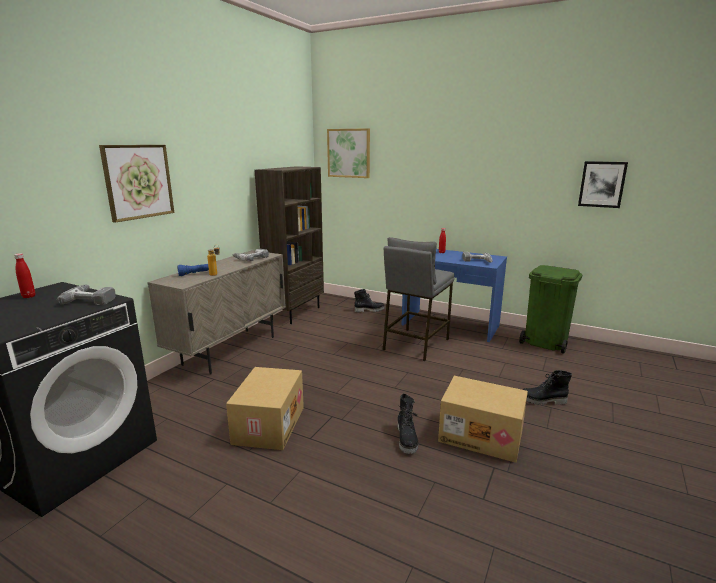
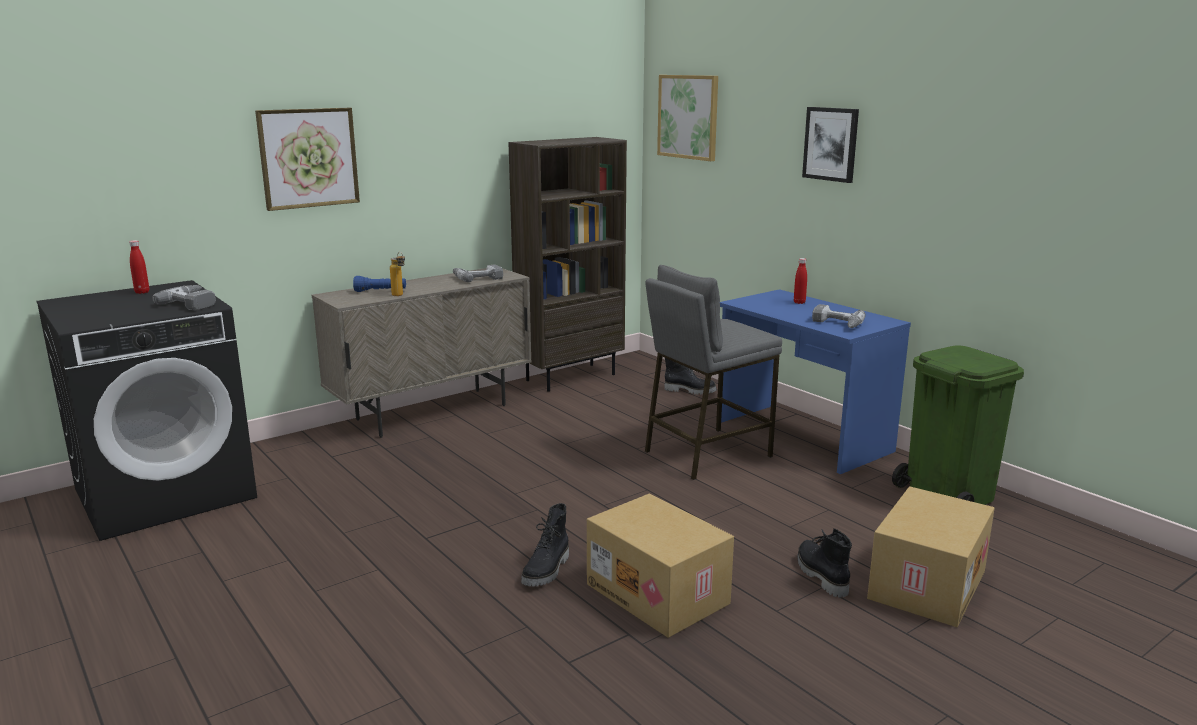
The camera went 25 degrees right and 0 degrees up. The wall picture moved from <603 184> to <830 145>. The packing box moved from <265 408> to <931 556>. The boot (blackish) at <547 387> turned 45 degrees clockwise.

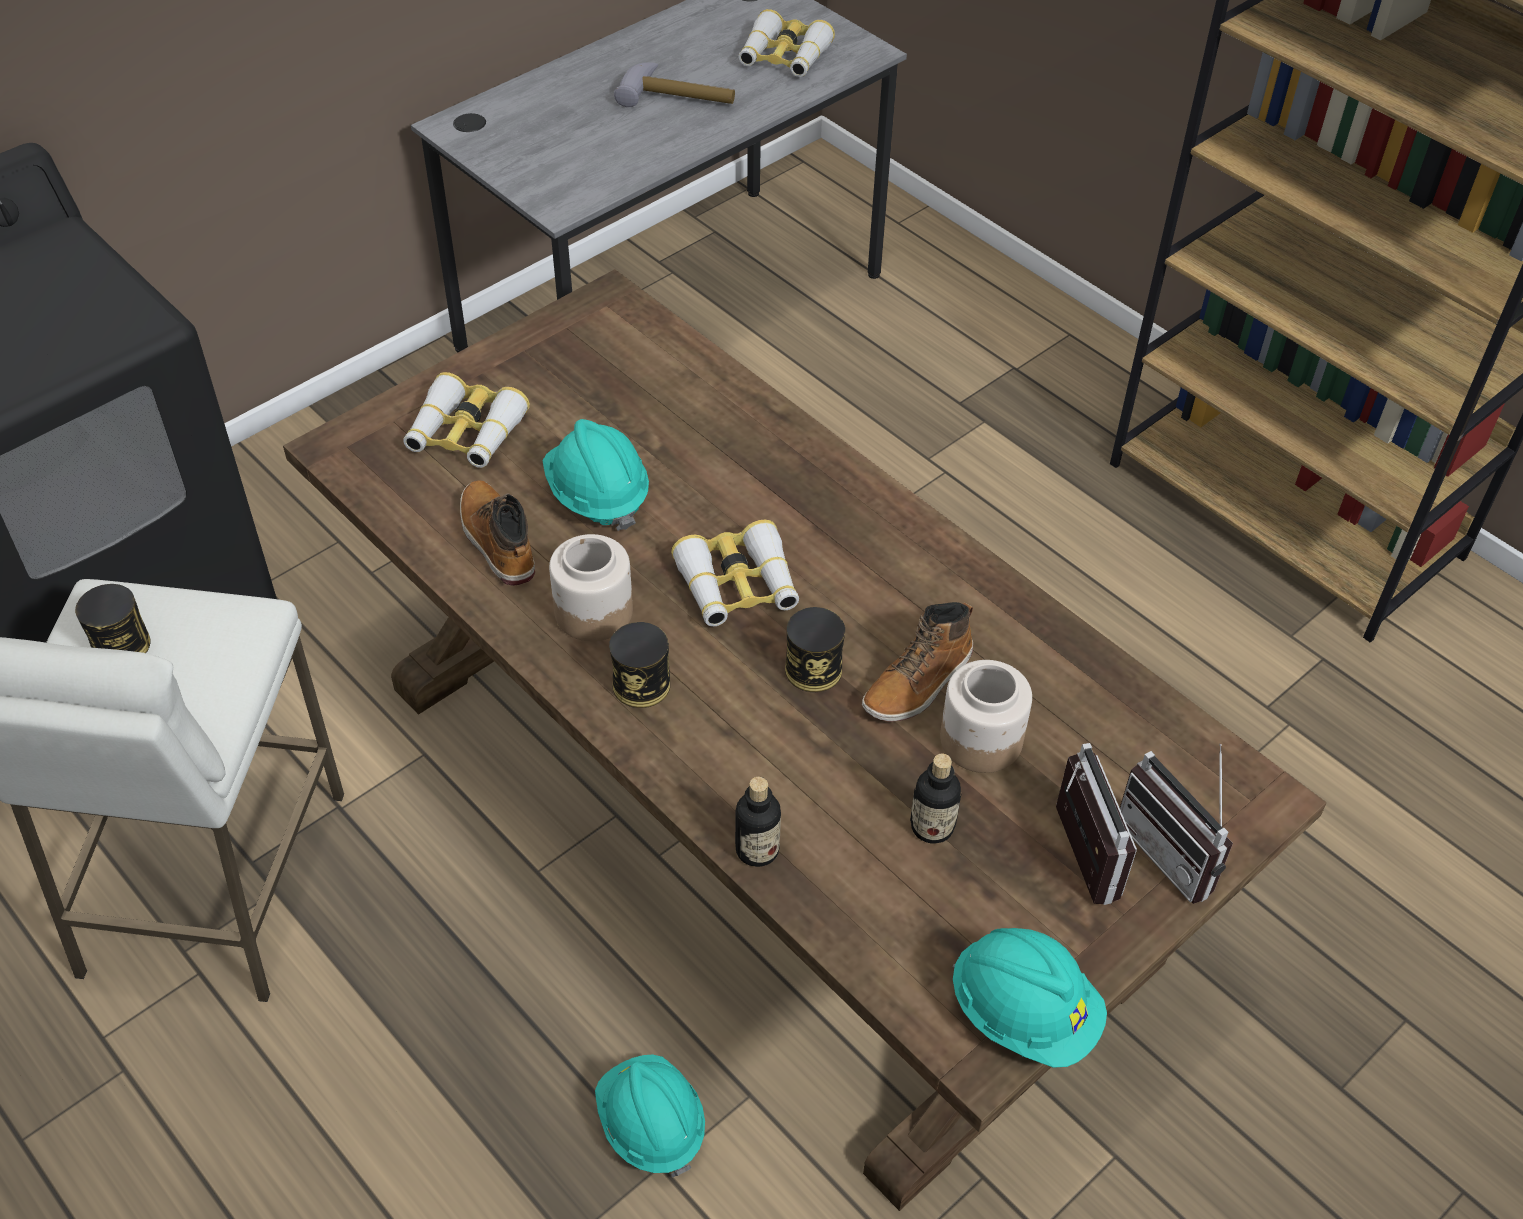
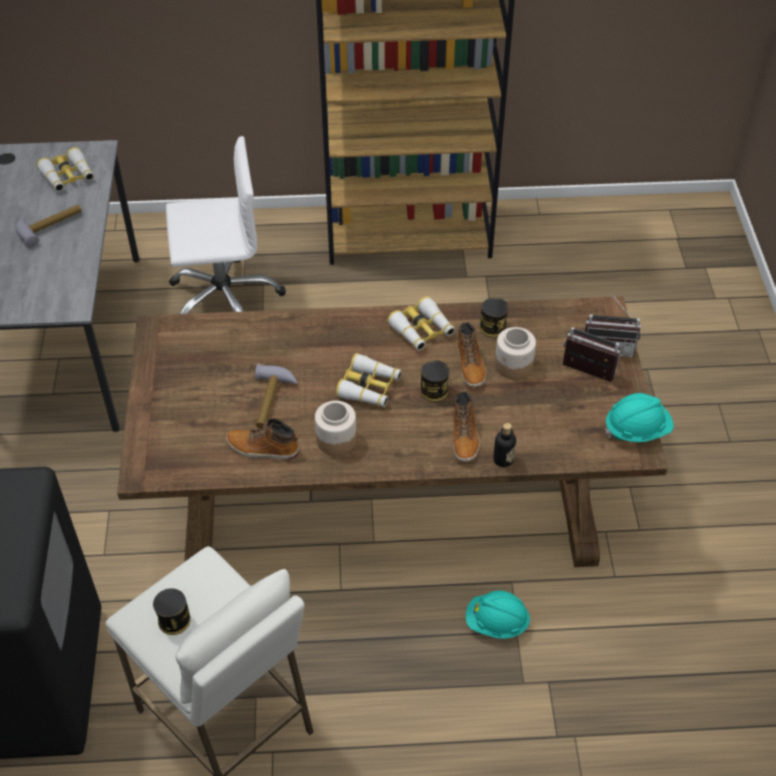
The camera went 50 degrees left and 0 degrees up. The binoculars moved from <467 420> to <421 323>. The work helmet (turquoise-coloured) at <596 475> was replaced by the hammer at <276 395>. The can moved from <639 665> to <494 317>. The beverage bottle at <936 798> disappeared. The computer chair (whitish) at <226 225> appeared. The boot at <466 426> appeared.

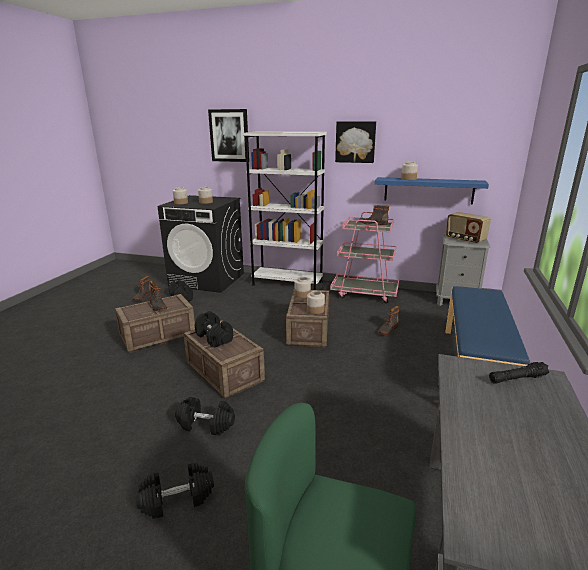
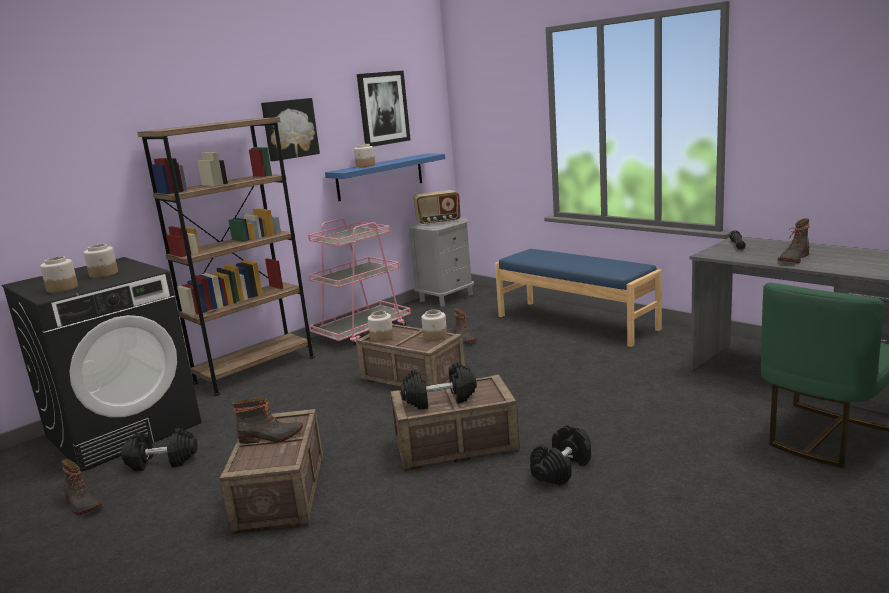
The camera went 60 degrees left and 5 degrees down. The wall picture moved from <228 135> to <384 108>. The bookcase (whitish) at <285 210> became the bookcase (brown) at <226 256>. The boot moved from <374 215> to <793 240>. The hand weight (blackish) at <175 491> disappeared.

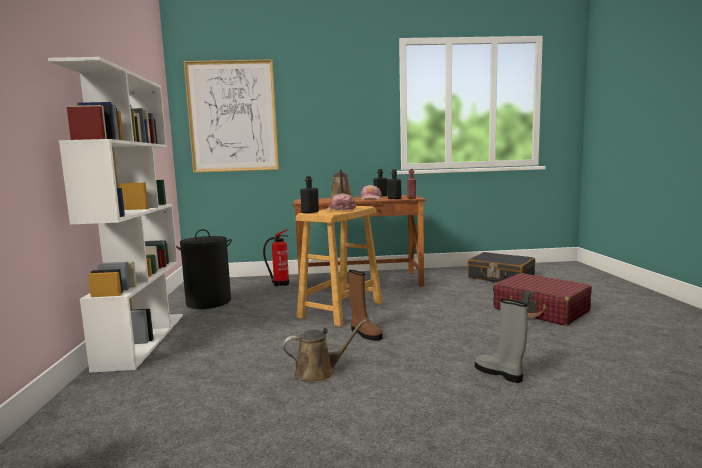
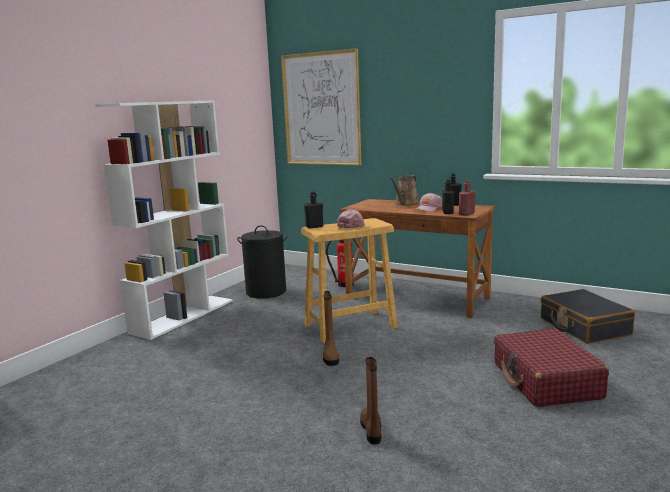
The camera went 35 degrees right and 5 degrees up. The boot (gray) at <501 341> became the boot (brown) at <370 400>. The watering can (brown) at <325 351> disappeared.

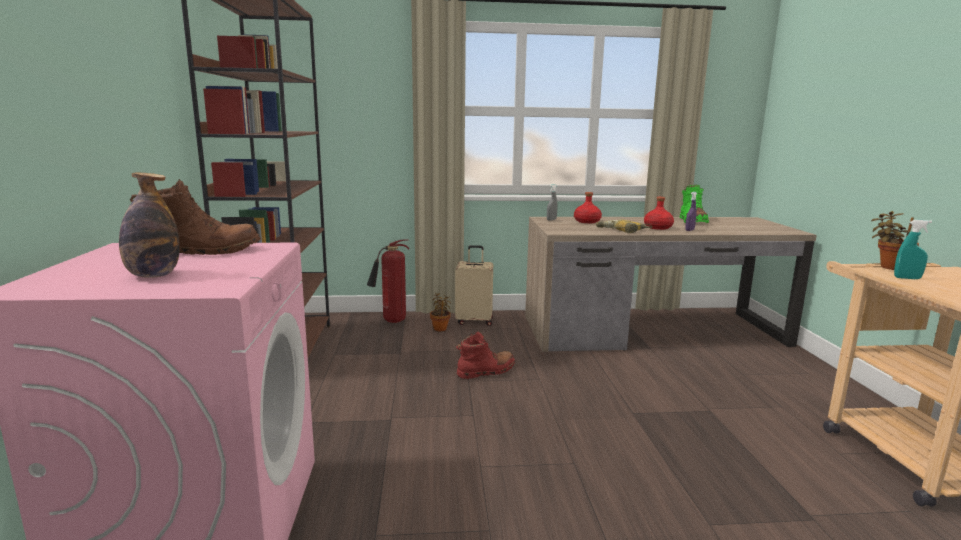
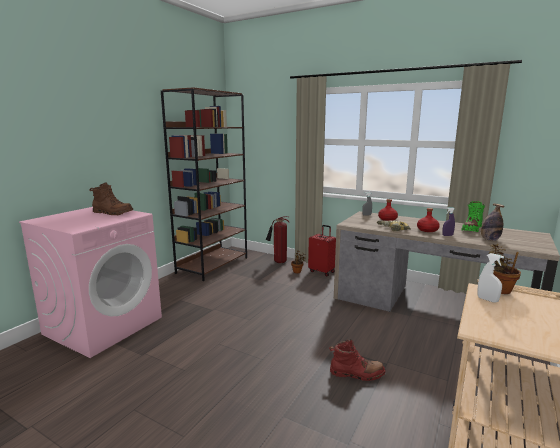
The camera went 35 degrees right and 0 degrees up. The beverage bottle moved from <149 225> to <492 222>. The sprayer (turquoise-coloured) at <913 249> became the sprayer (whitish) at <491 278>. The travel case (beige-coloured) at <474 285> became the travel case (red-coloured) at <322 250>. The boot (red-coloured) moved from <485 355> to <357 360>.

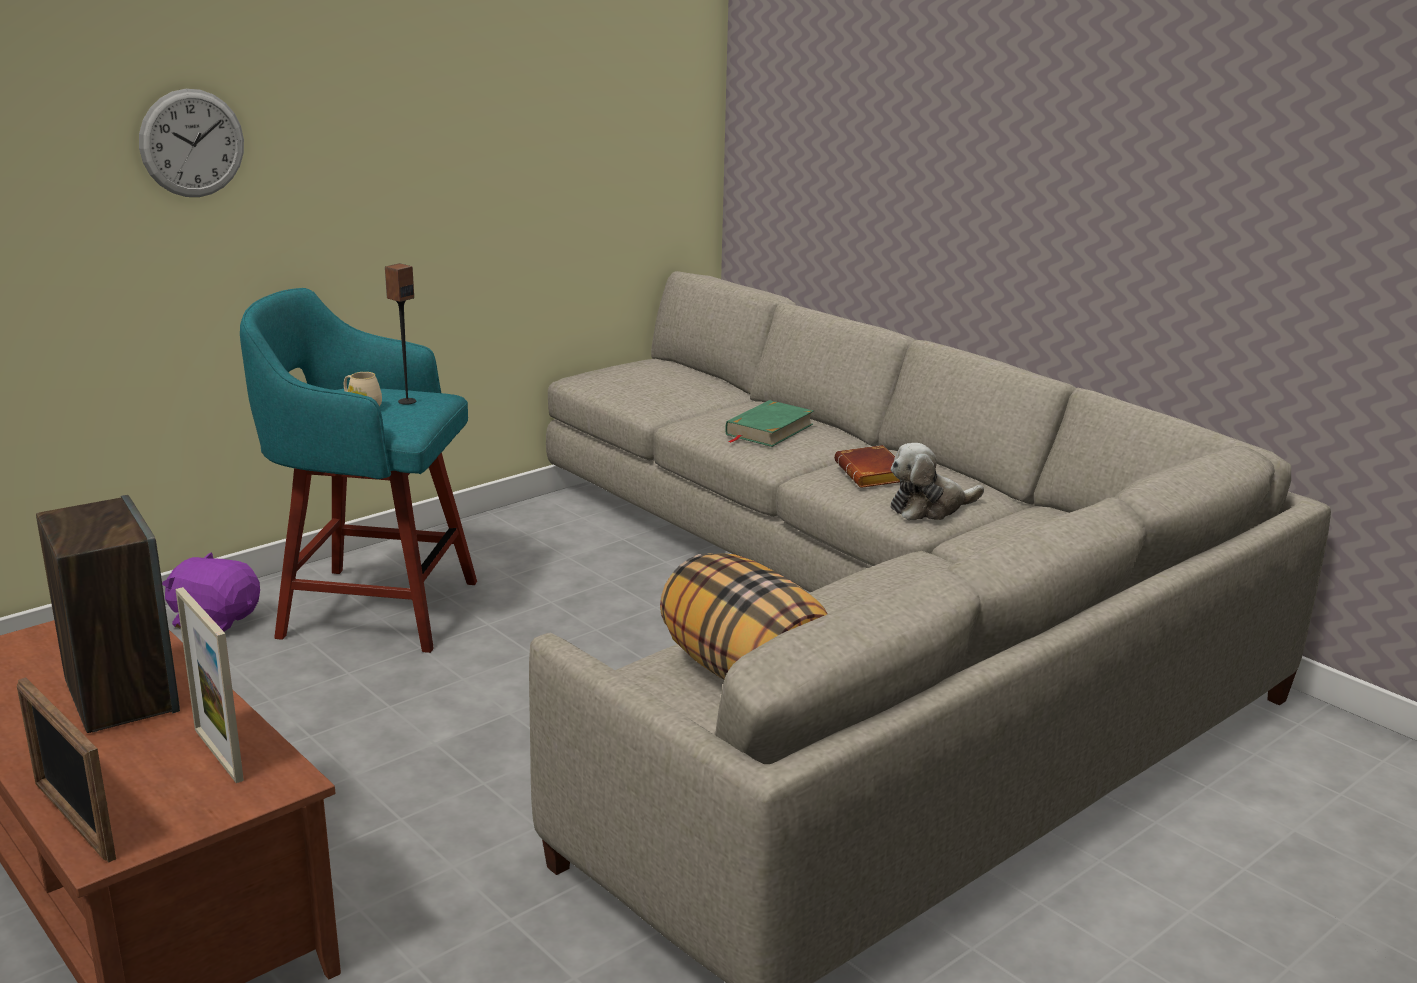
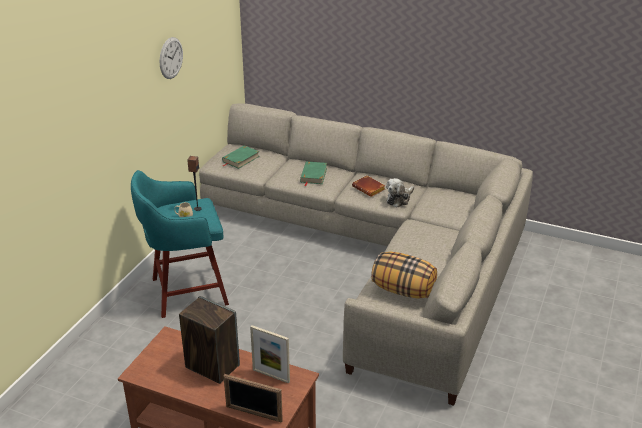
The camera went 25 degrees left and 10 degrees up. The clock on the wall moved from <191 143> to <171 58>. The plush toy (purple-coloured) at <211 592> disappeared. The bound book (greenish) at <241 157> appeared.

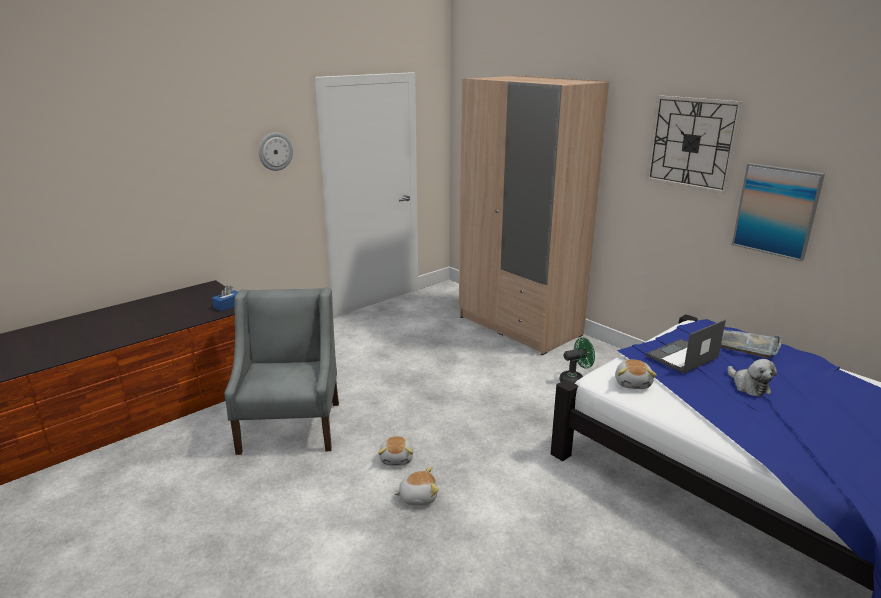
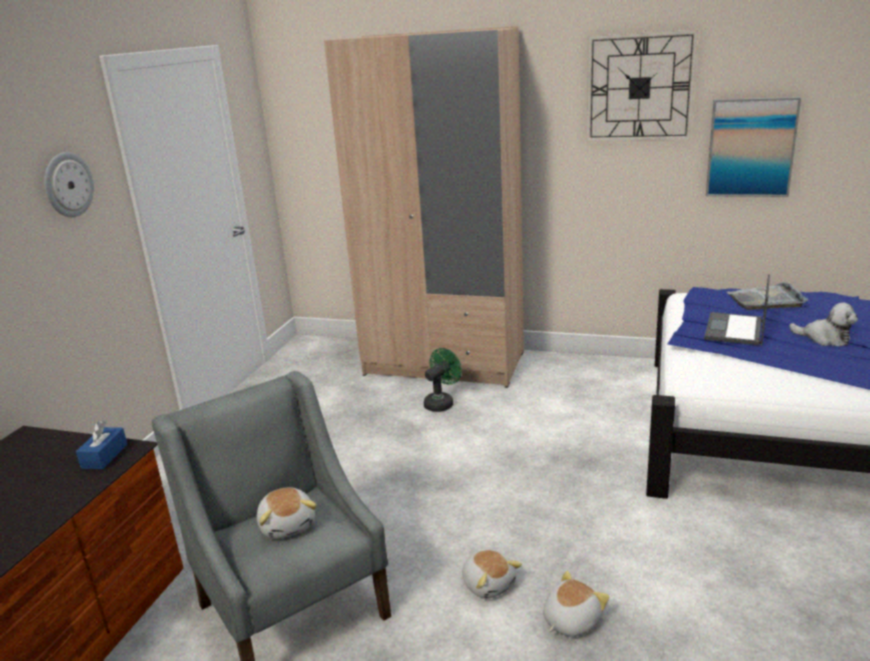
The camera went 30 degrees left and 0 degrees up. The cooling fan (greenish) moved from <577 360> to <443 380>. The plush toy moved from <636 374> to <287 513>.

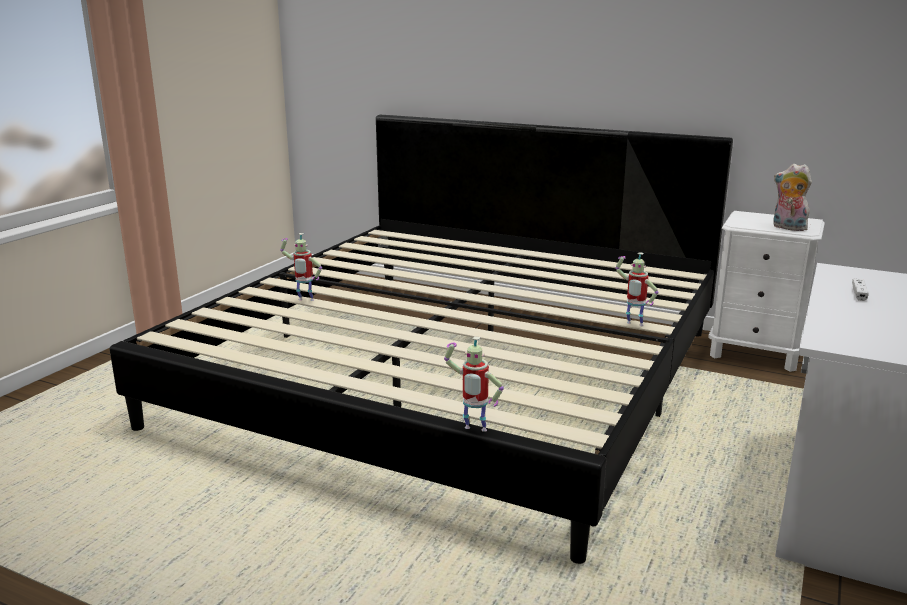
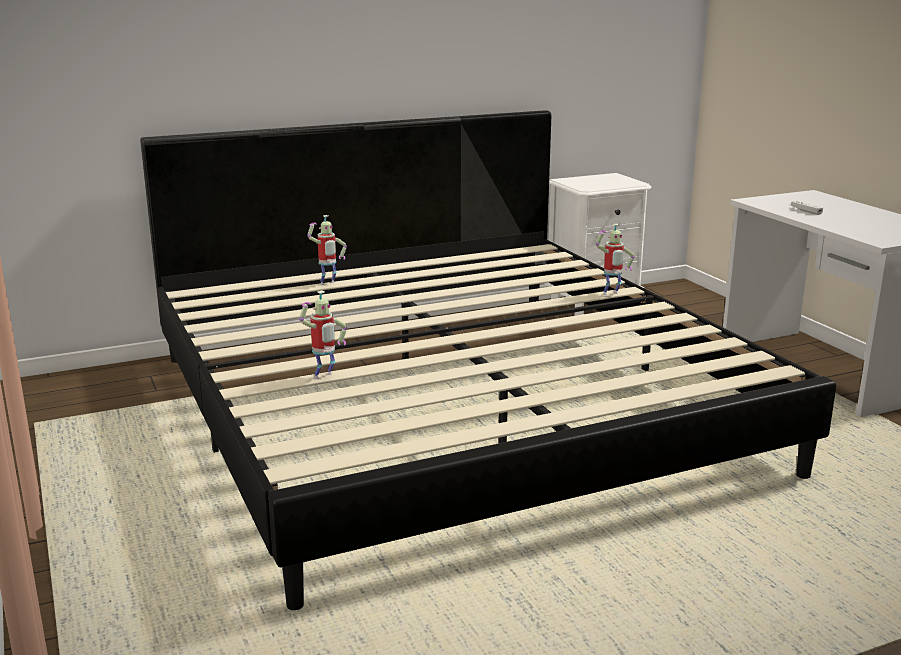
The camera went 50 degrees left and 0 degrees up. The plush toy at <793 197> disappeared. The model robot moved from <474 384> to <327 250>.

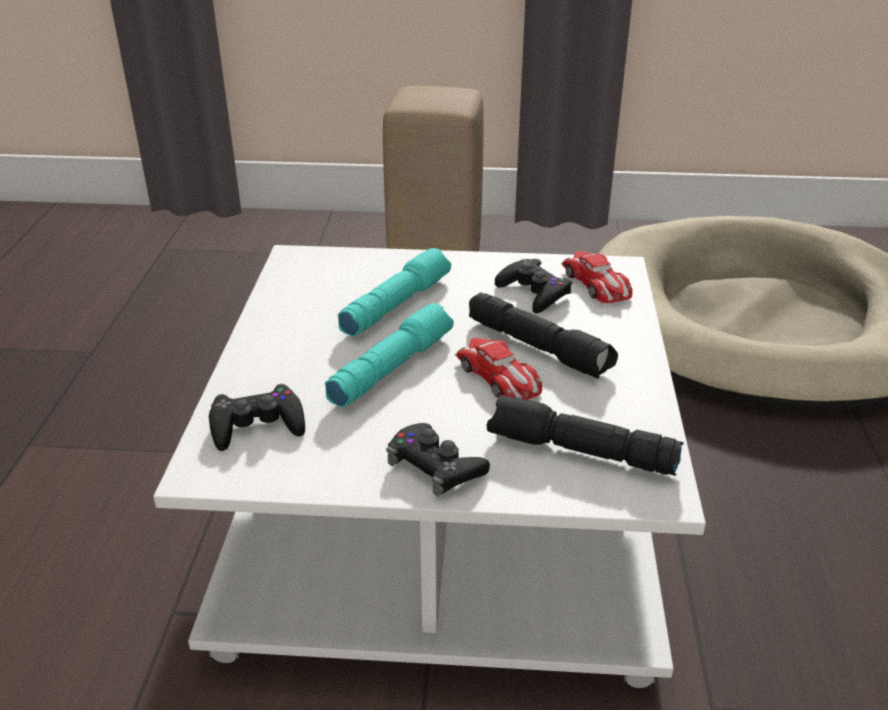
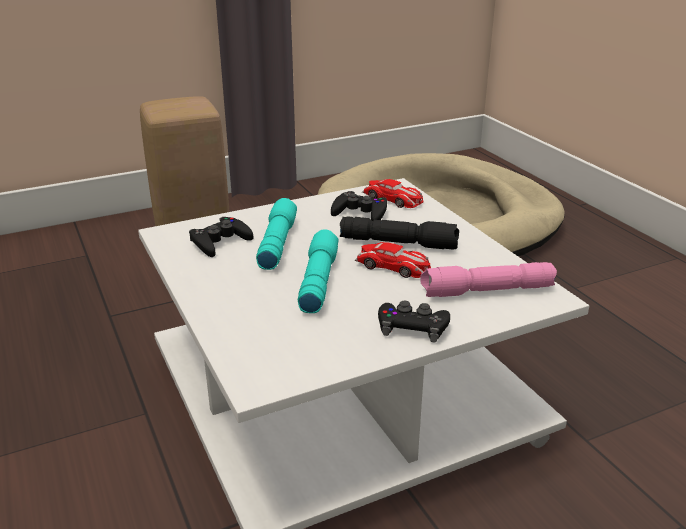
The camera went 30 degrees left and 5 degrees down. The joypad (blackish) moved from <257 417> to <221 237>. The torch (blackish) at <585 435> became the torch (pink-coloured) at <489 279>.

